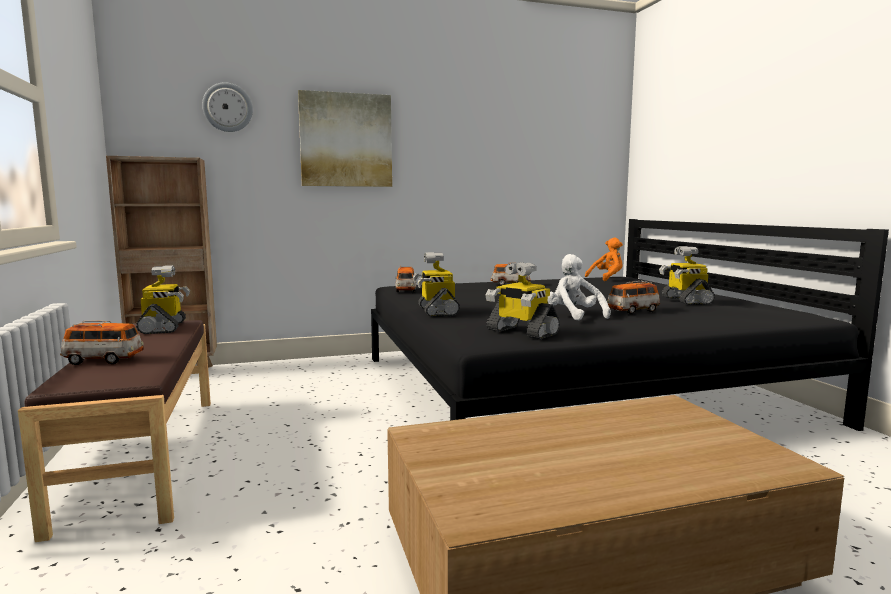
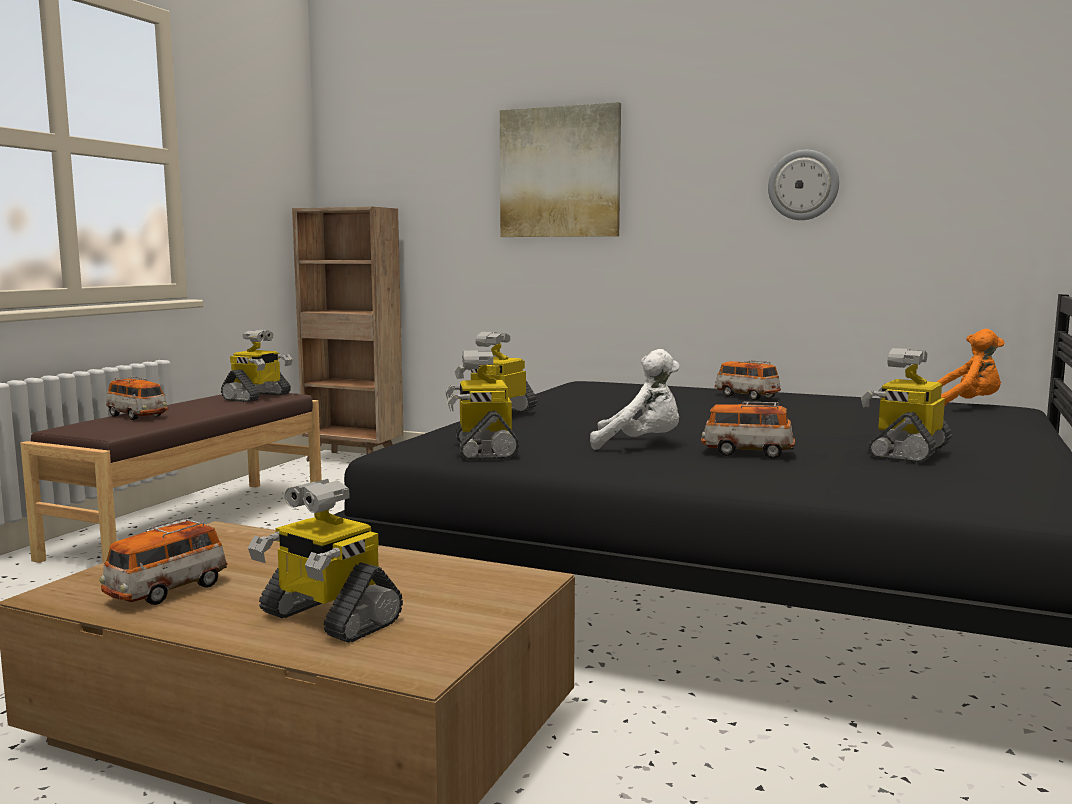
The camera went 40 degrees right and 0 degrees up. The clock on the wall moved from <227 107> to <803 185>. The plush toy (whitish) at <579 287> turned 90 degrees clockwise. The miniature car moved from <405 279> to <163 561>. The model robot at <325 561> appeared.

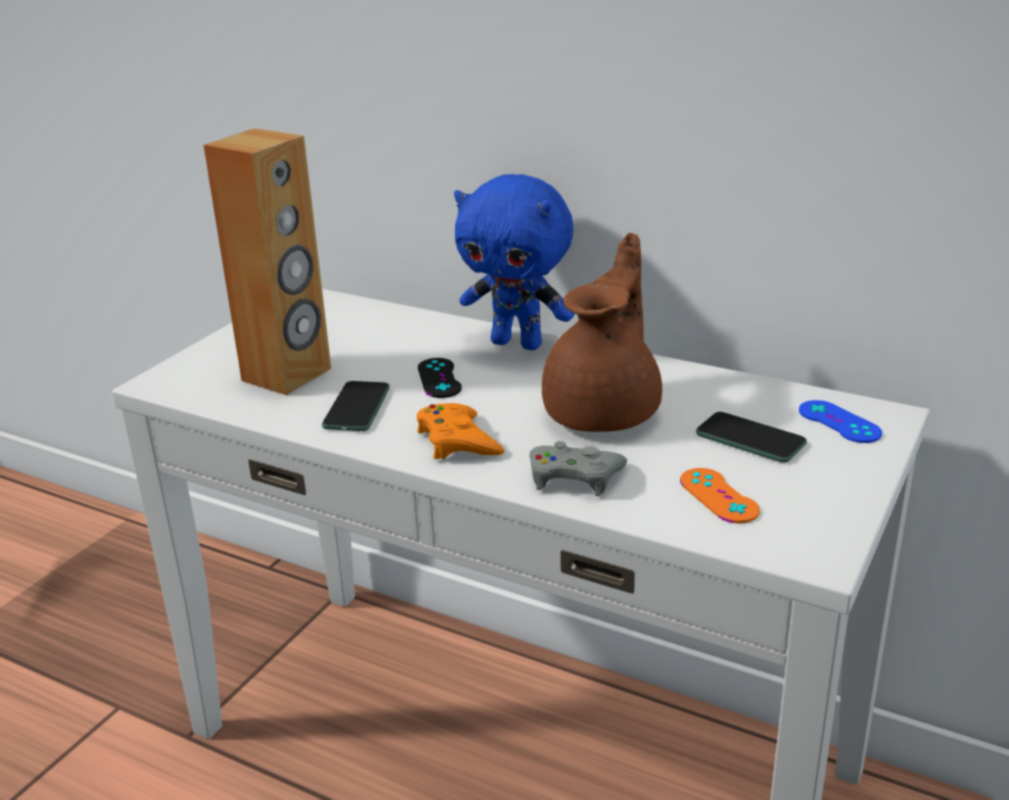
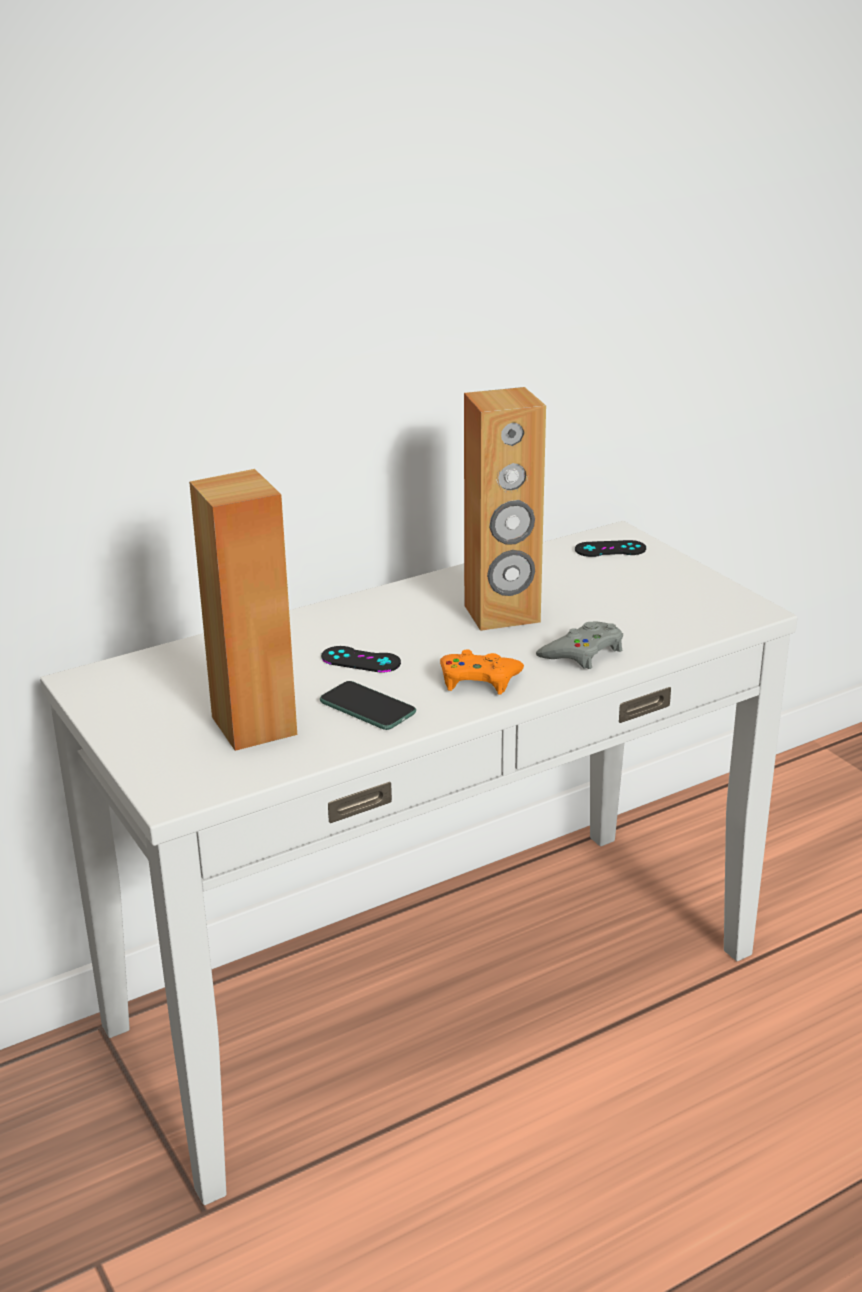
The camera went 60 degrees left and 0 degrees up. The plush toy (bluish) at <514 262> disappeared. The pot for tea (brown) at <602 332> was replaced by the speaker (brown) at <505 509>. The joypad (bluish) at <840 421> became the joypad (blackish) at <610 548>. The handset at <751 437> disappeared. The joypad (orange-coloured) at <720 496> disappeared.

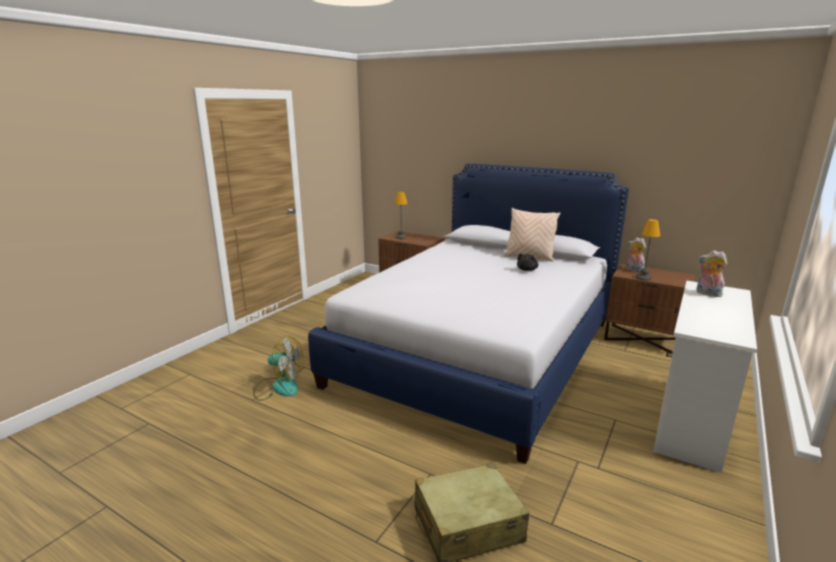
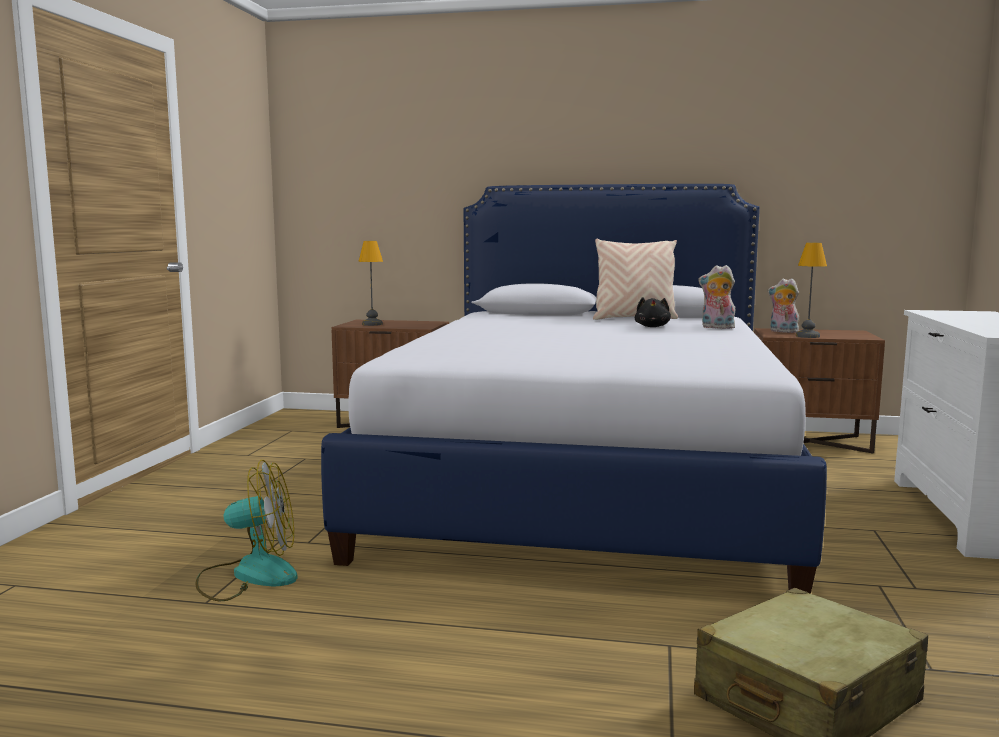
The camera went 20 degrees left and 10 degrees down. The plush toy moved from <712 273> to <716 297>.

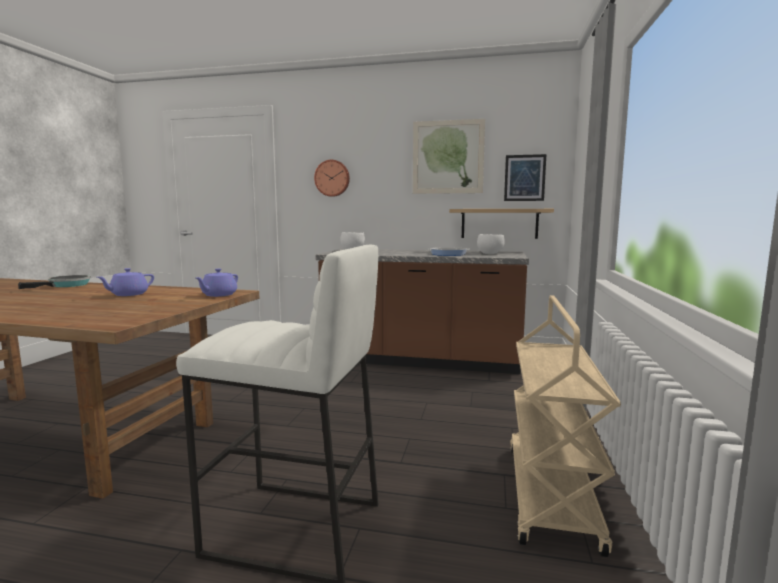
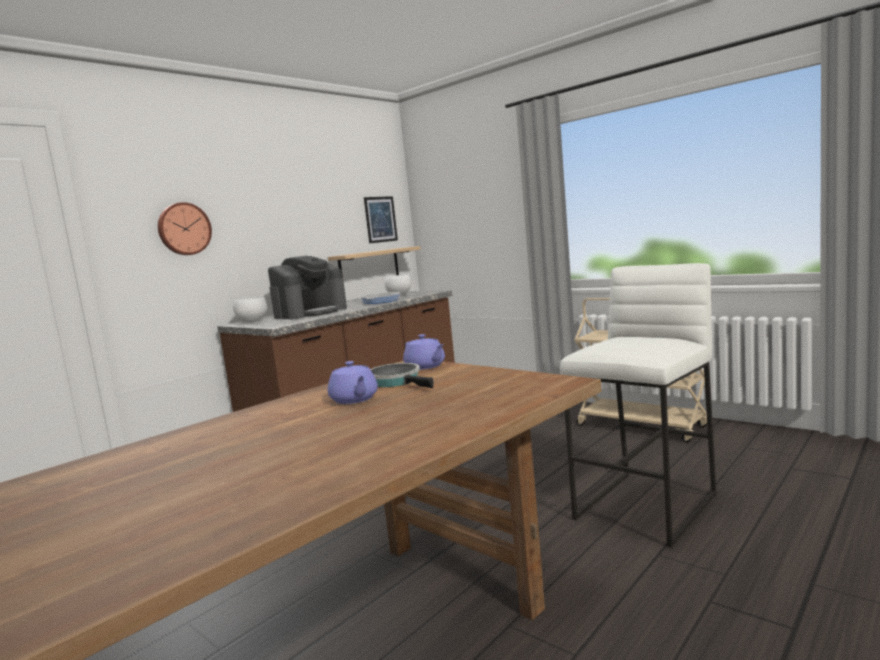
The camera went 60 degrees left and 0 degrees up. The wall picture at <449 156> disappeared. The frying pan moved from <54 282> to <401 375>. The coffee machine at <307 288> appeared.

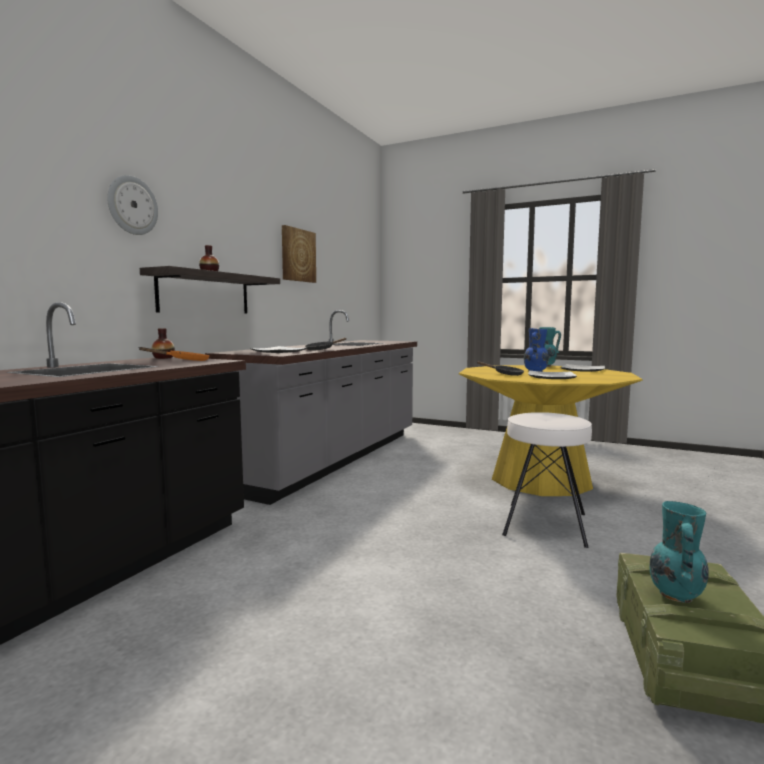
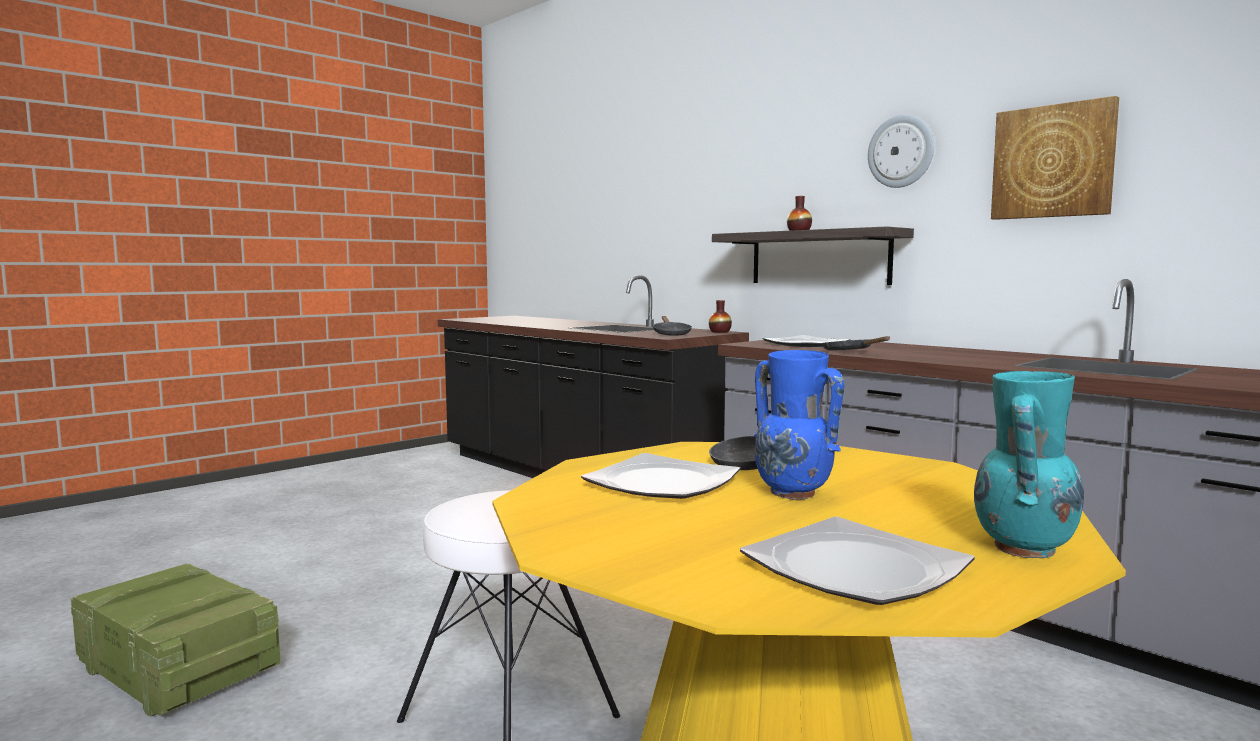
The camera went 110 degrees right and 0 degrees up. The clock on the wall moved from <132 205> to <901 151>. The frying pan (orange-coloured) at <174 354> became the frying pan (blackish) at <672 326>. The flower vase (turquoise-coloured) at <679 552> disappeared.

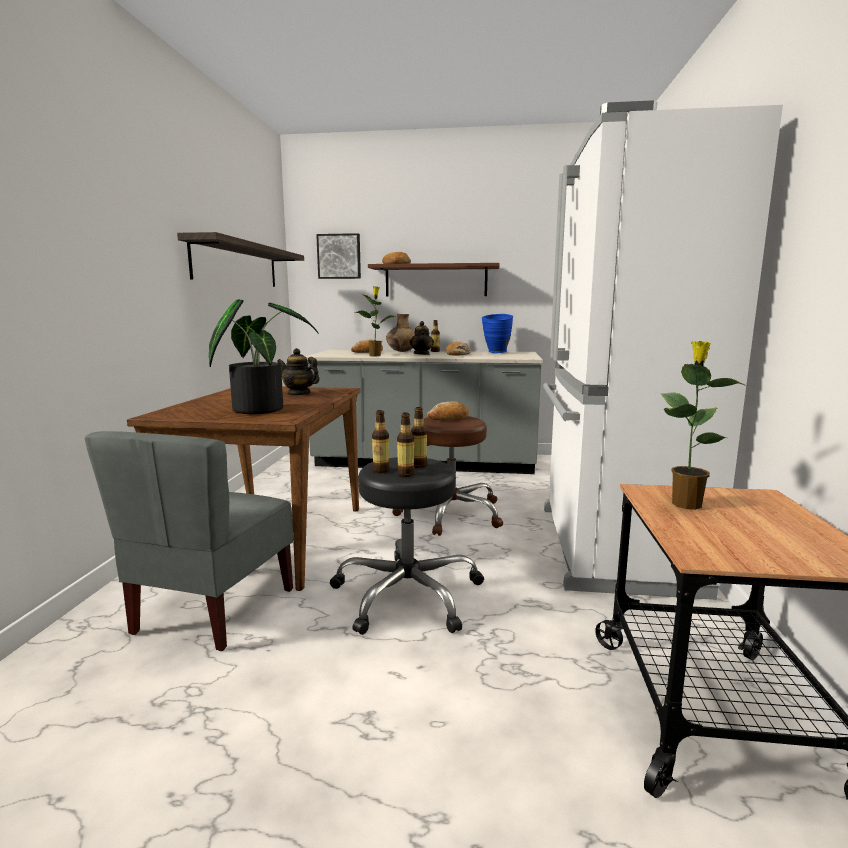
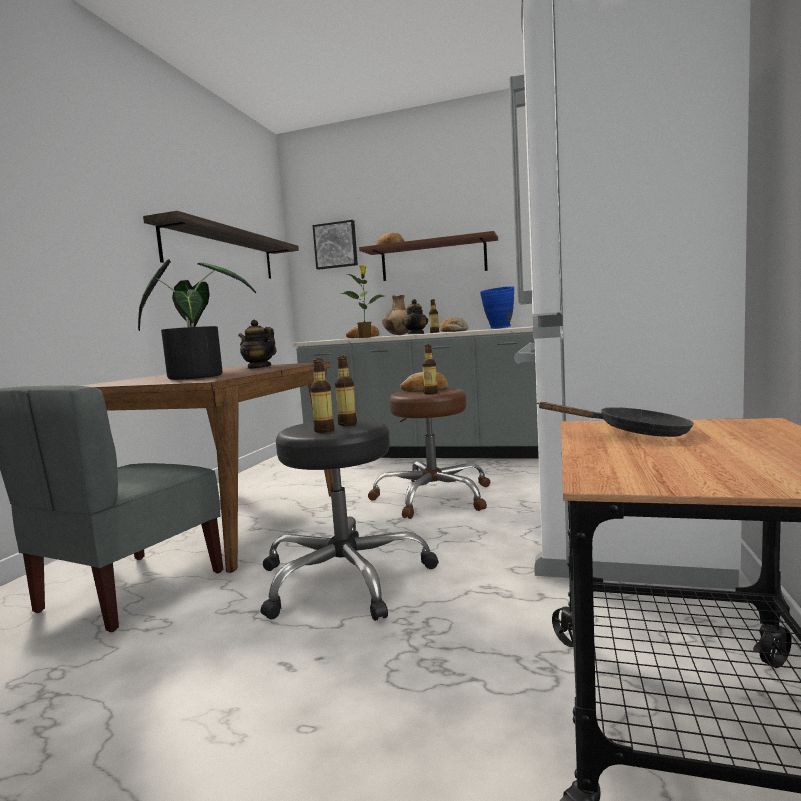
The camera went 10 degrees right and 5 degrees down. The houseplant at <704 425> was replaced by the frying pan (blackish) at <615 419>. The beverage bottle moved from <381 441> to <430 369>.

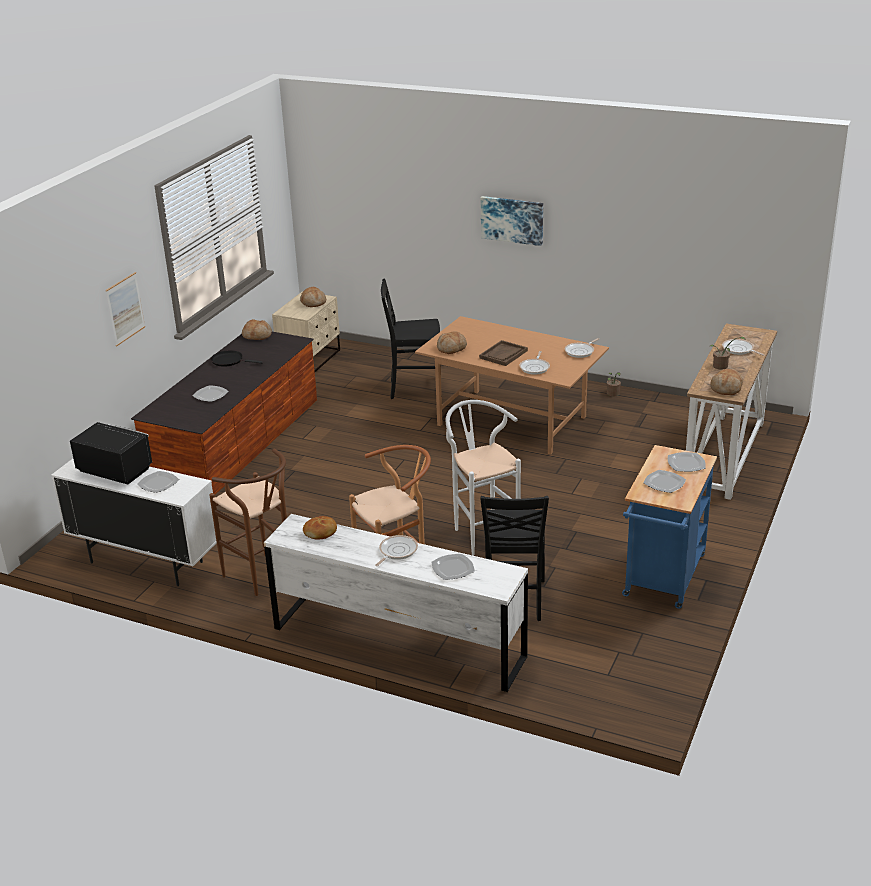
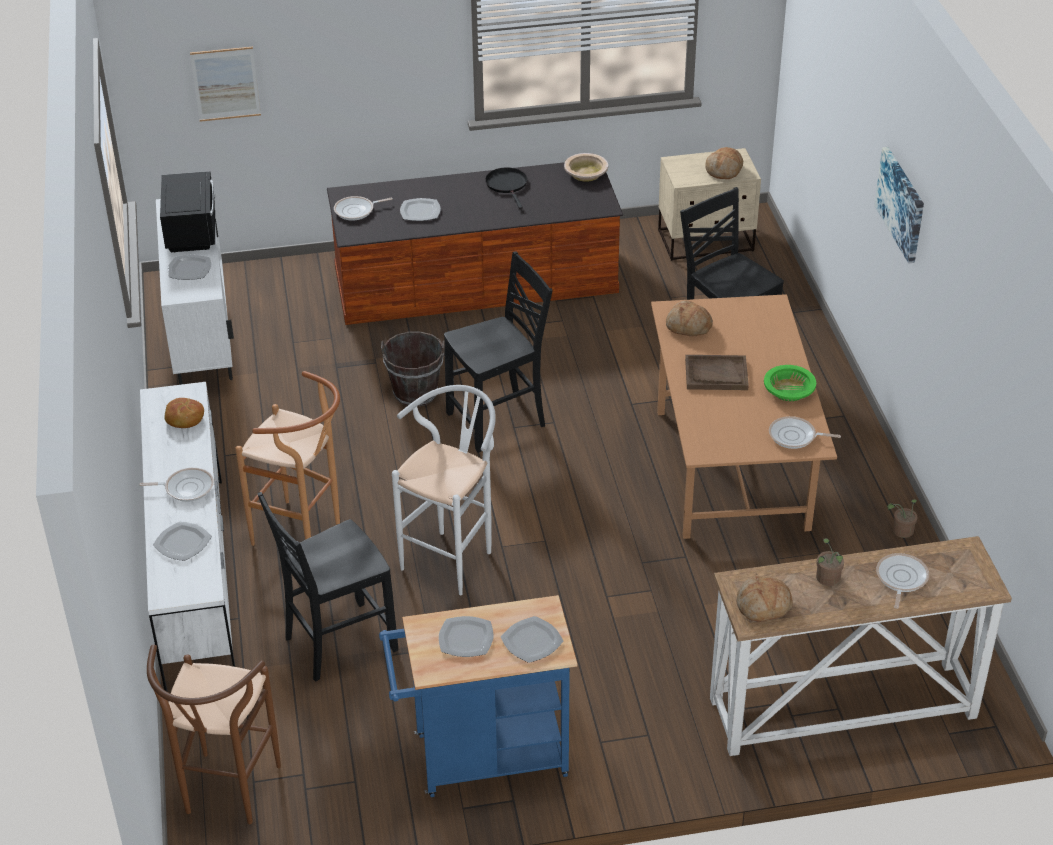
The camera went 55 degrees right and 10 degrees up. The wall picture moved from <125 309> to <225 84>. The bakery bread at <257 329> was replaced by the bowl (beige-coloured) at <586 167>. The frying pan moved from <534 363> to <363 208>. The stool (brown) moved from <248 522> to <214 734>. The upright chair (blackish) at <498 352> appeared. The bucket (brown) at <412 369> appeared. The bowl (greenish) at <790 383> appeared.

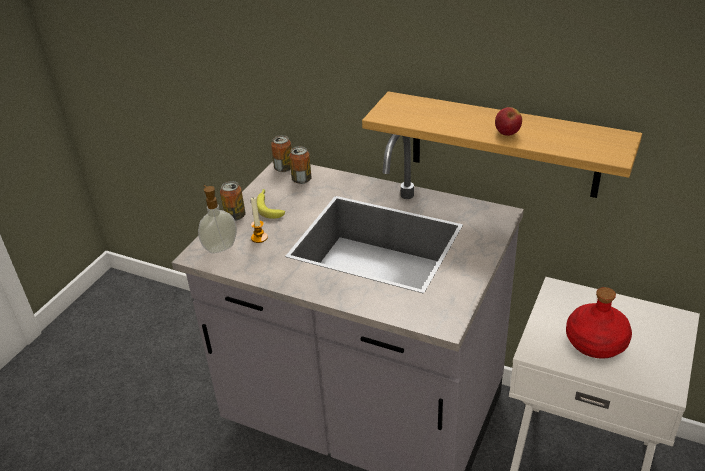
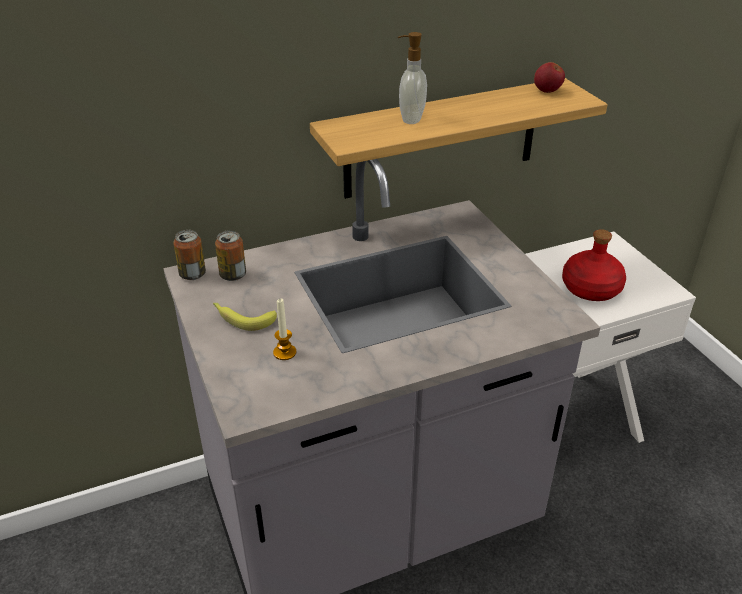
The camera went 50 degrees left and 0 degrees up. The whole apple moved from <508 121> to <549 77>. The can at <233 201> disappeared. The liquid soap bottle moved from <217 219> to <412 78>.

